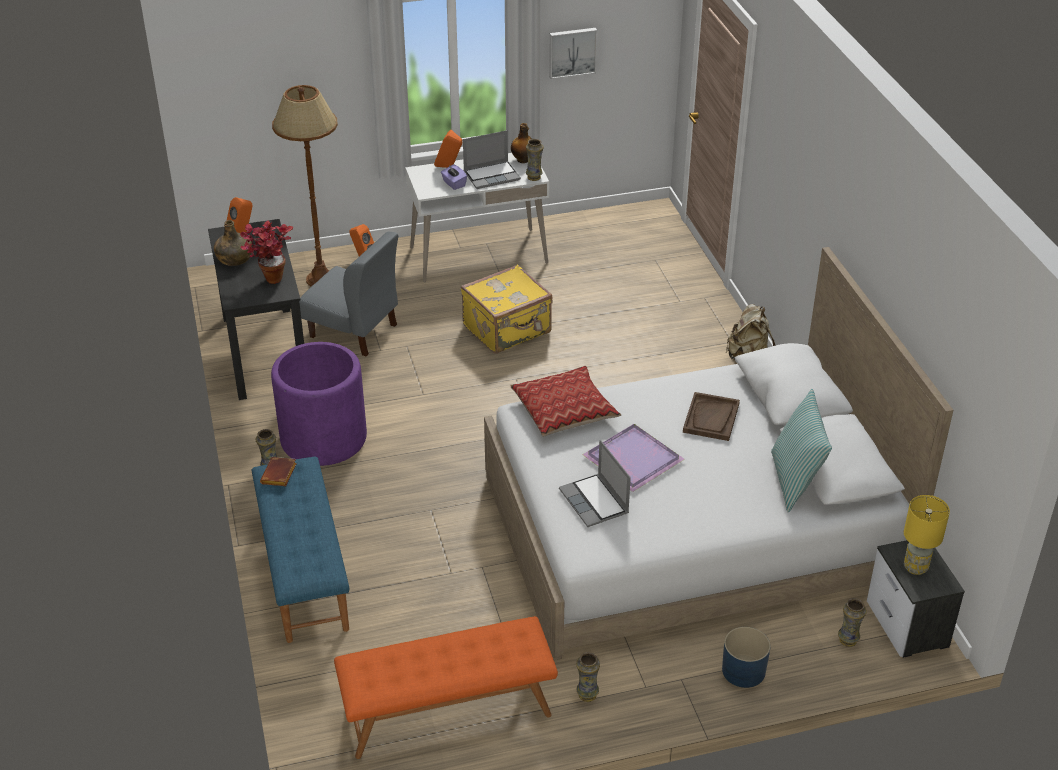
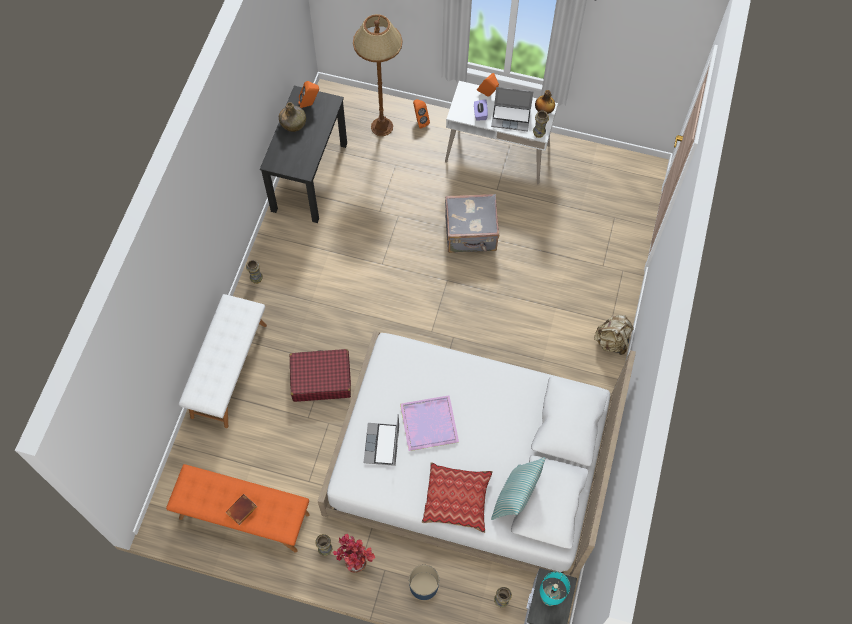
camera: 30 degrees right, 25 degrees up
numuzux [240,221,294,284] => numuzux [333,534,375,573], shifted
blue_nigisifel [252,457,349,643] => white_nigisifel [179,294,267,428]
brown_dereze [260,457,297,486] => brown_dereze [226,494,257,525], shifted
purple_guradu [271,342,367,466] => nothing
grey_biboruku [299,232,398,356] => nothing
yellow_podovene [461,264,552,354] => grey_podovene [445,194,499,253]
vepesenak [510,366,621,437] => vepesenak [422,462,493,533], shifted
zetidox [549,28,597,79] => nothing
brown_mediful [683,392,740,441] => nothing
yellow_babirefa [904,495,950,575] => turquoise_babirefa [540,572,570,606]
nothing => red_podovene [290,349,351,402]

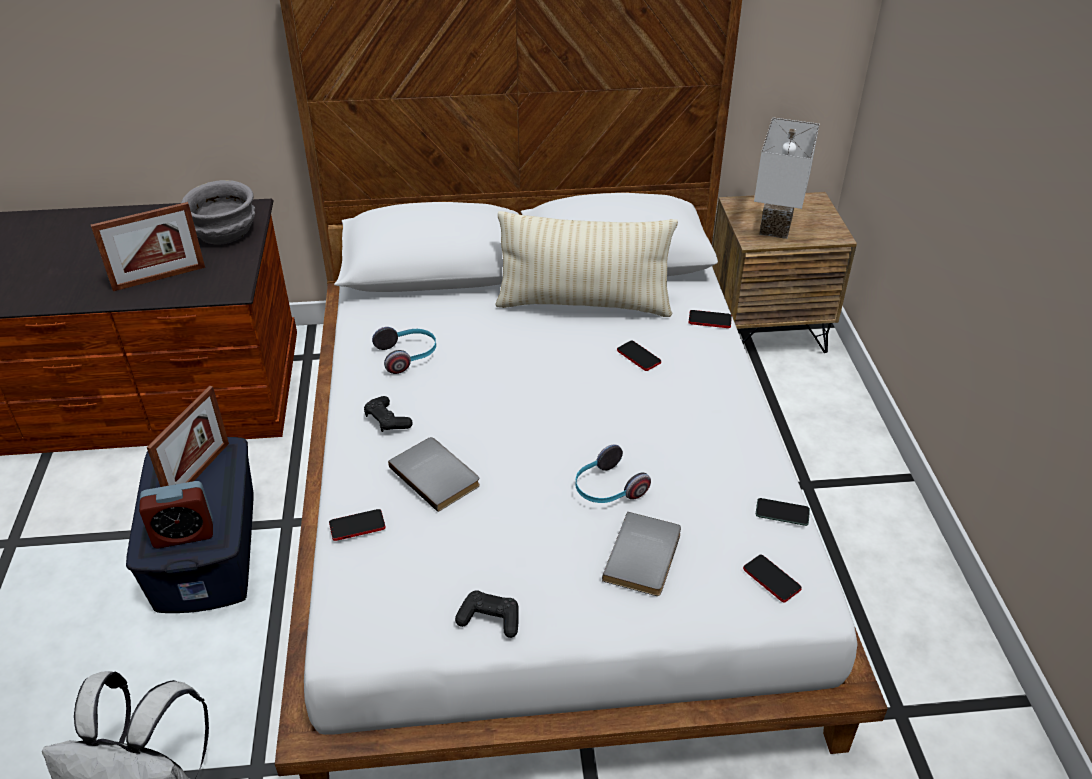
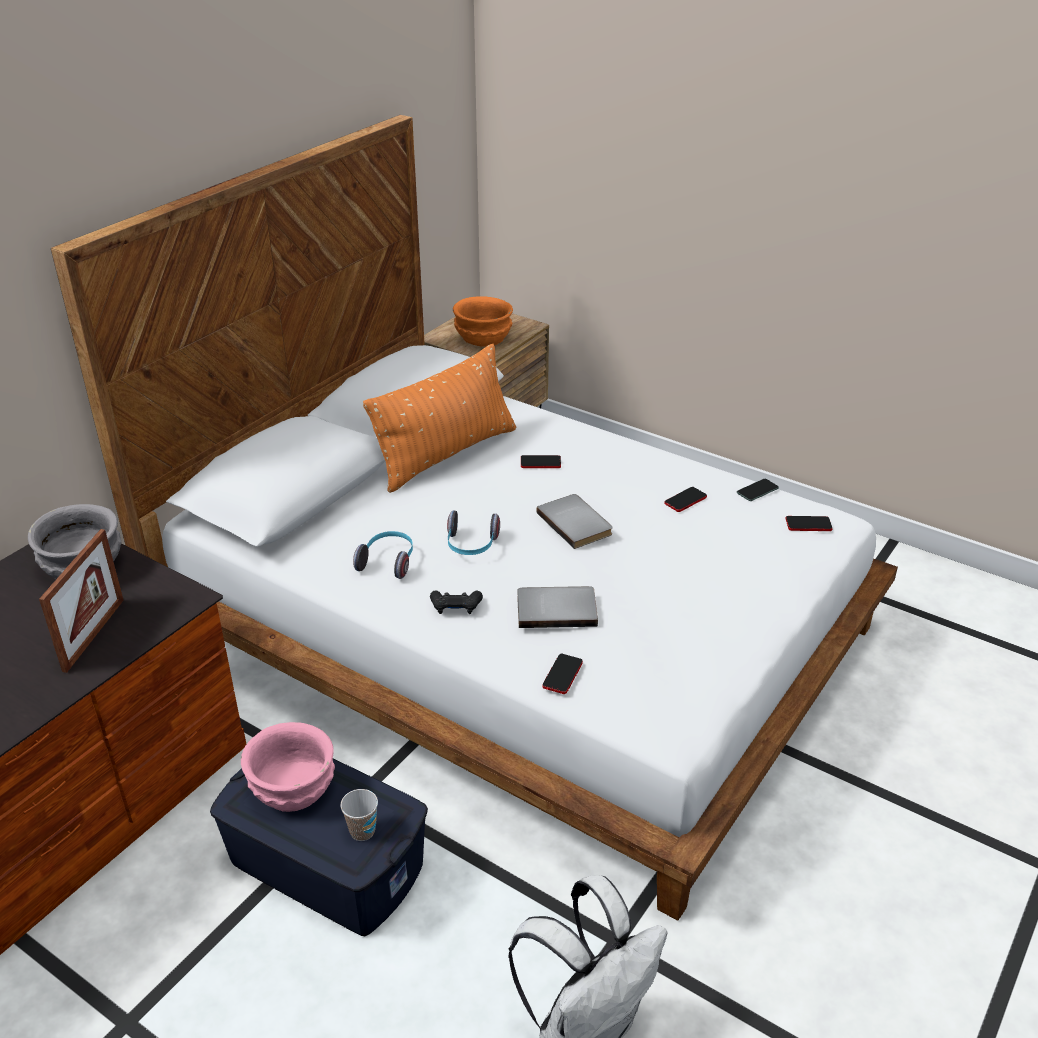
camera: 50 degrees left, 5 degrees down
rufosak [139,481,213,548] => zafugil [340,789,378,841]
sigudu [147,386,229,487] => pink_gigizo [241,722,335,812]
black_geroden [455,590,519,638] => nothing
beige_vepesenak [495,211,678,317] => orange_vepesenak [363,344,517,493]
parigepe [575,444,651,503] => parigepe [447,510,500,555], shifted
grey_dereze [602,512,681,596] => grey_dereze [536,494,613,549], shifted
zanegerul [688,310,732,328] => zanegerul [664,487,707,512], shifted
white_babirefa [754,117,819,239] => orange_gigizo [453,296,513,346]

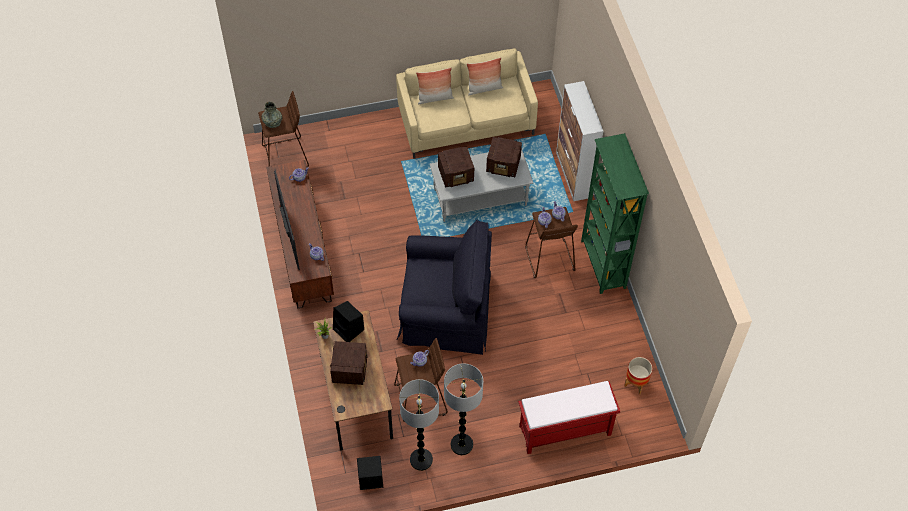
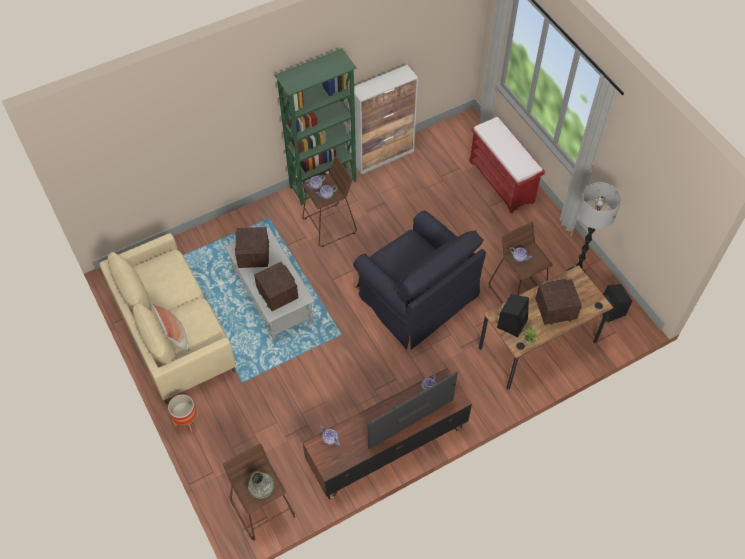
camera: 105 degrees left, 0 degrees up
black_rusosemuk [396,220,492,355] => black_rusosemuk [353,210,486,350], 150 degrees clockwise
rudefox [444,363,483,455] => nothing
vepesenak [467,57,503,95] => nothing
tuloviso [556,81,603,201] => tuloviso [354,65,418,174], shifted
guradu [624,357,653,394] => guradu [168,394,199,432], shifted

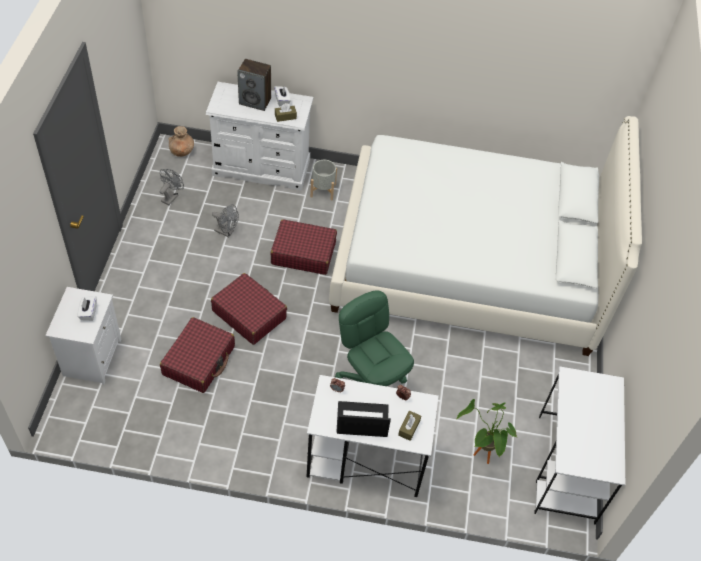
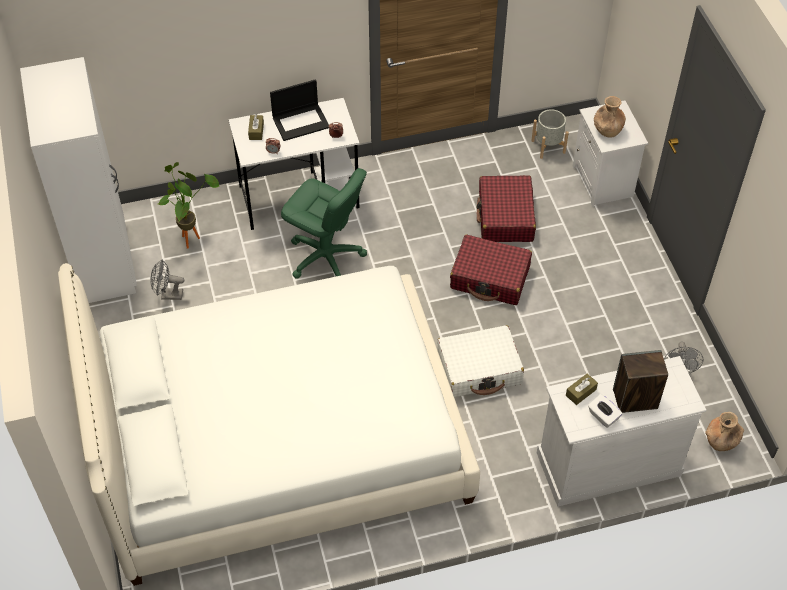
camera: 160 degrees right, 0 degrees up
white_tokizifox [77,296,97,321] => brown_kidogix [594,96,626,138]
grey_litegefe [212,204,239,237] => grey_litegefe [150,259,184,300], shifted
red_podovene [271,219,337,275] => white_podovene [437,325,524,397]
grey_guradu [310,160,337,201] => grey_guradu [531,109,569,159], shifted
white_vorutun [534,366,625,525] => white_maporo [20,57,137,303]

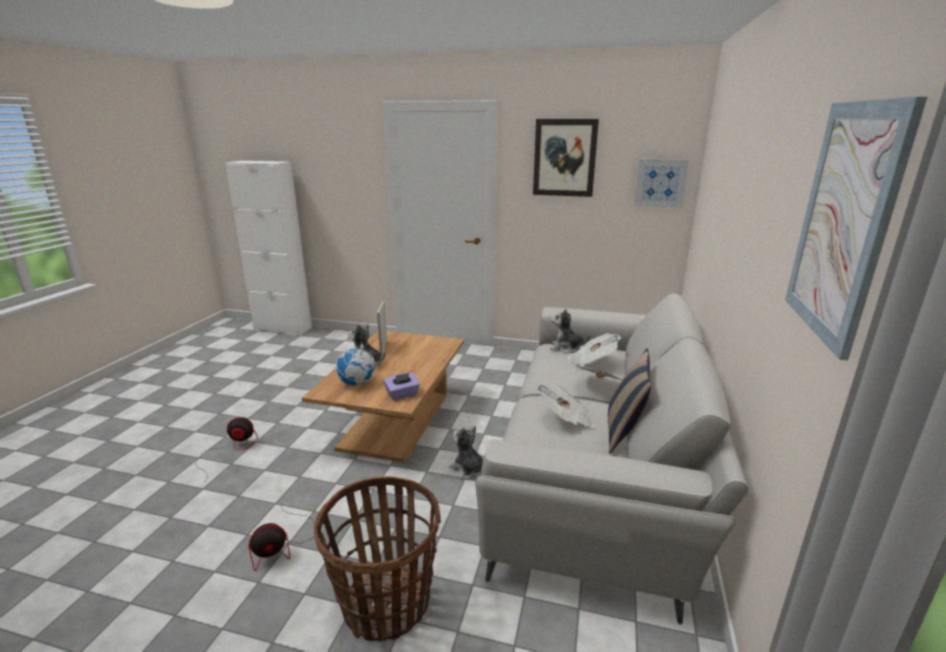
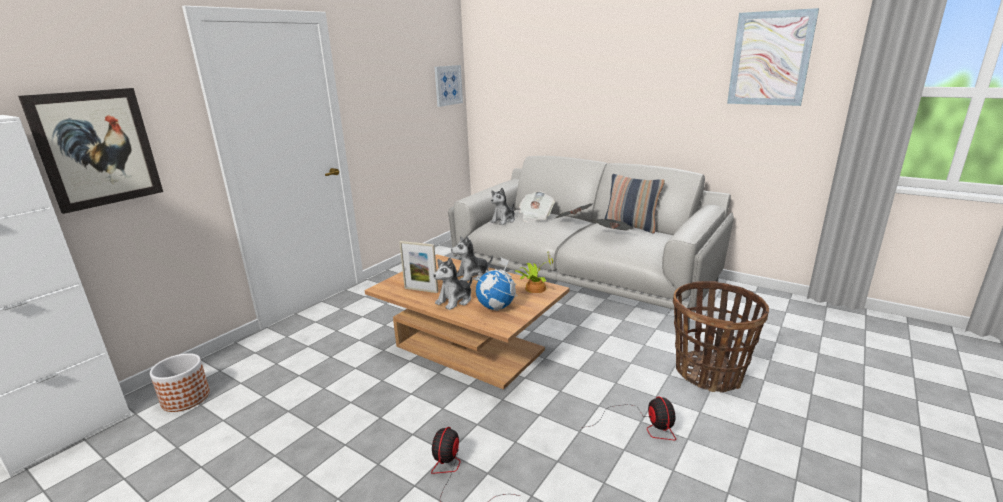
camera: 70 degrees left, 0 degrees up
purple_tokizifox [384,373,420,400] => numuzux [515,252,553,293]
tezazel [449,426,483,480] => tezazel [451,236,493,281], shifted
zetidox [533,119,599,197] => zetidox [18,88,163,214], shifted
nothing => guradu [150,353,210,412]

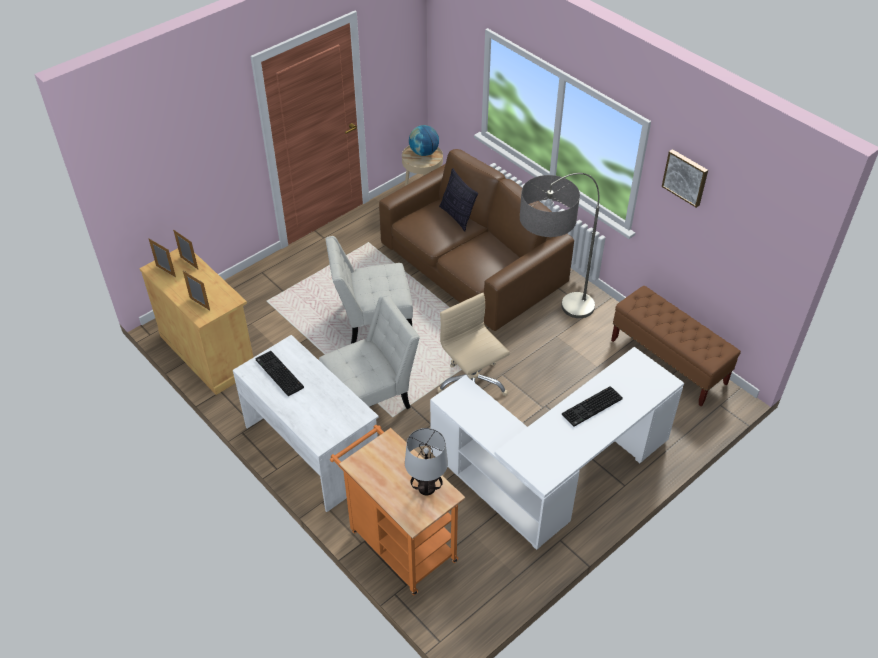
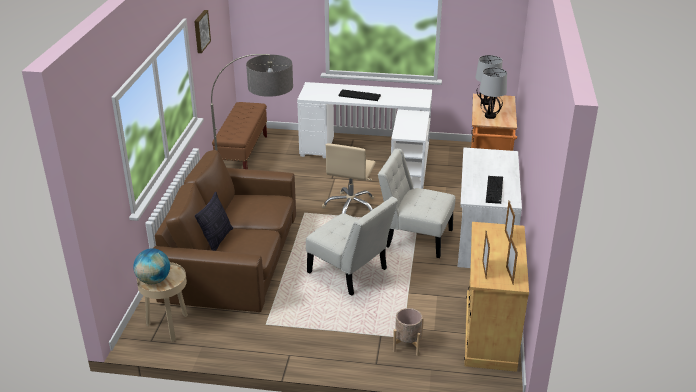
camera: 130 degrees left, 15 degrees down
nothing => beige_guradu [393,308,424,356]
nothing => babirefa [479,67,507,119]

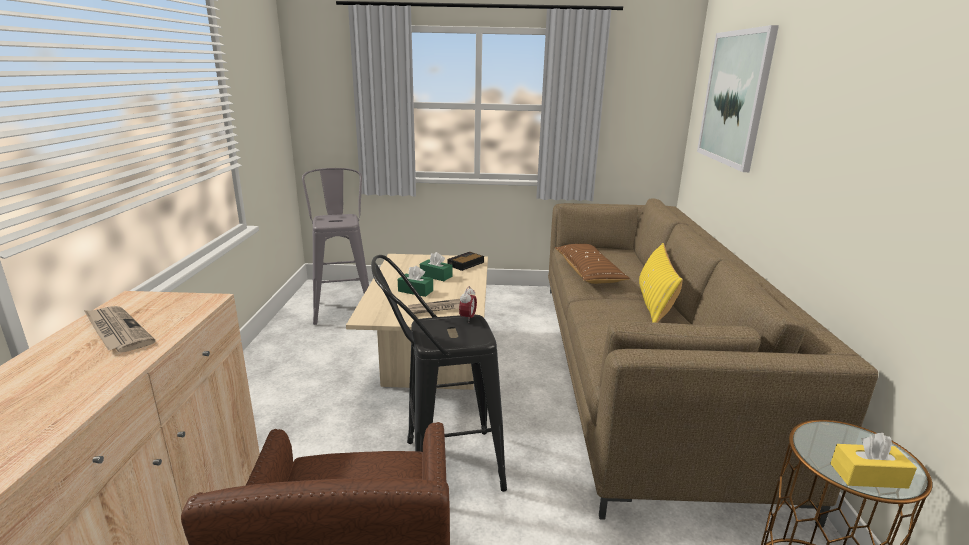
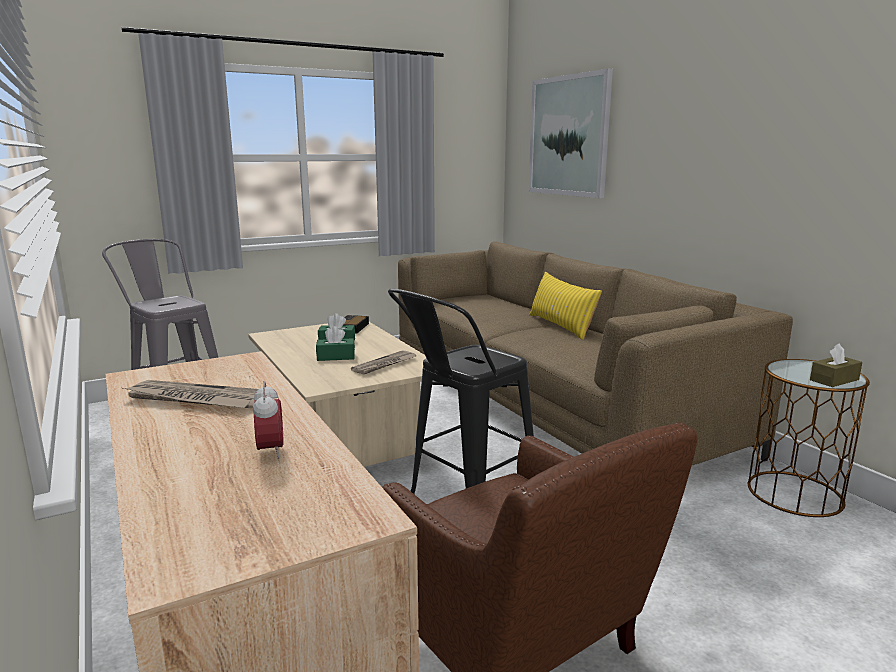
camera: 30 degrees left, 5 degrees down
rufosak [459,286,477,323] => rufosak [253,381,283,459], shifted
brown_vepesenak [555,244,630,284] => nothing
yellow_tokizifox [830,433,917,489] => brown_tokizifox [810,343,862,387]

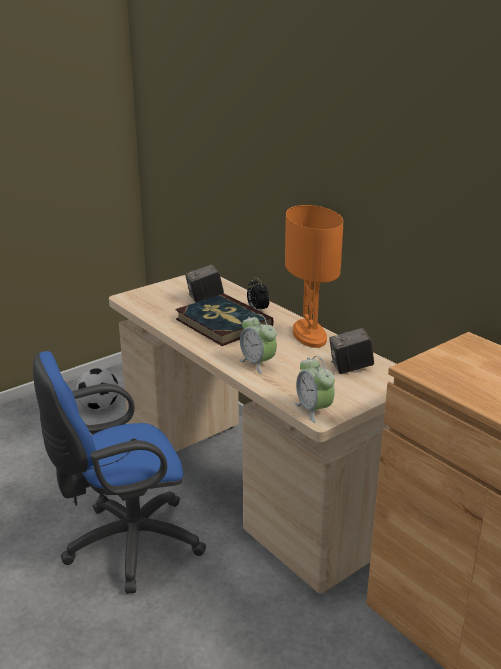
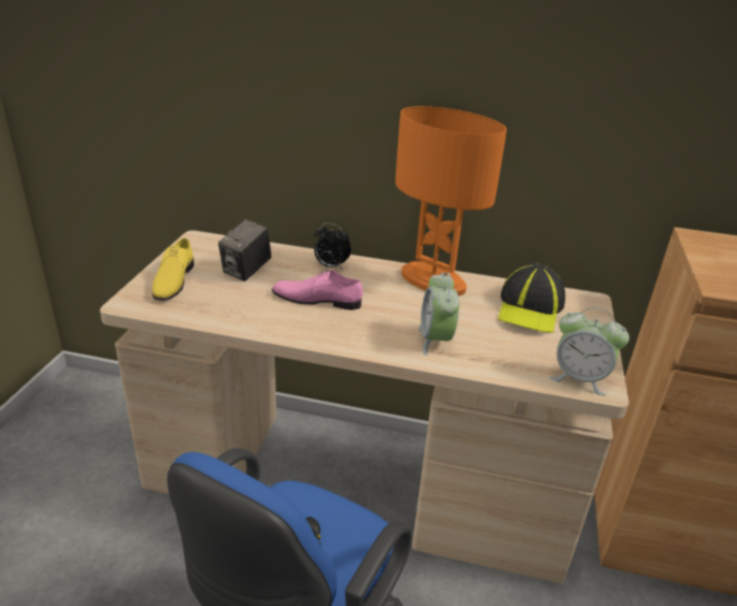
camera: 40 degrees left, 5 degrees up
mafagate [76,368,119,410] => nothing
dereze [175,294,274,346] => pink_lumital [272,270,363,310]
rufosak [239,314,277,374] => rufosak [419,272,460,355], 75 degrees clockwise
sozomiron [329,328,374,374] => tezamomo [498,263,565,333]
nothing => yellow_lumital [152,238,194,300]

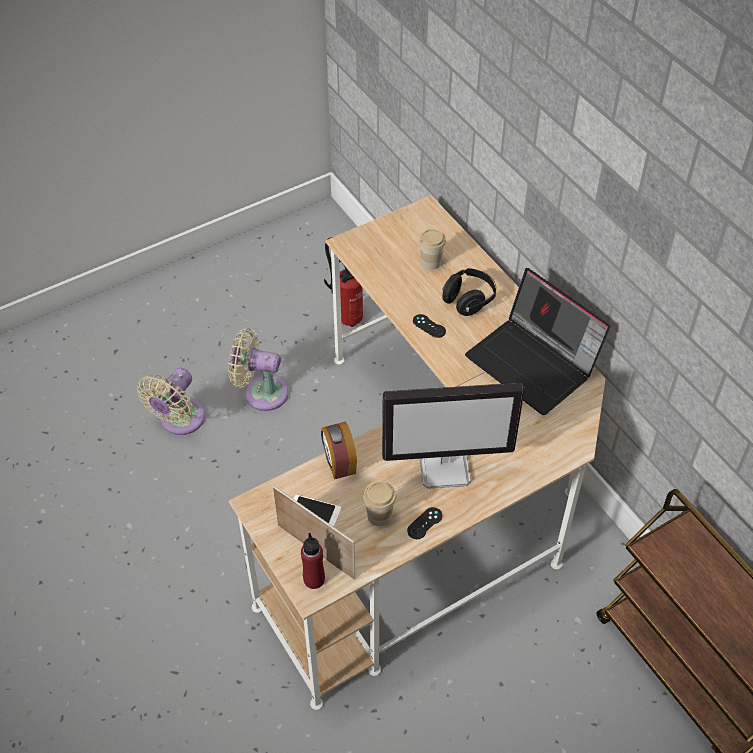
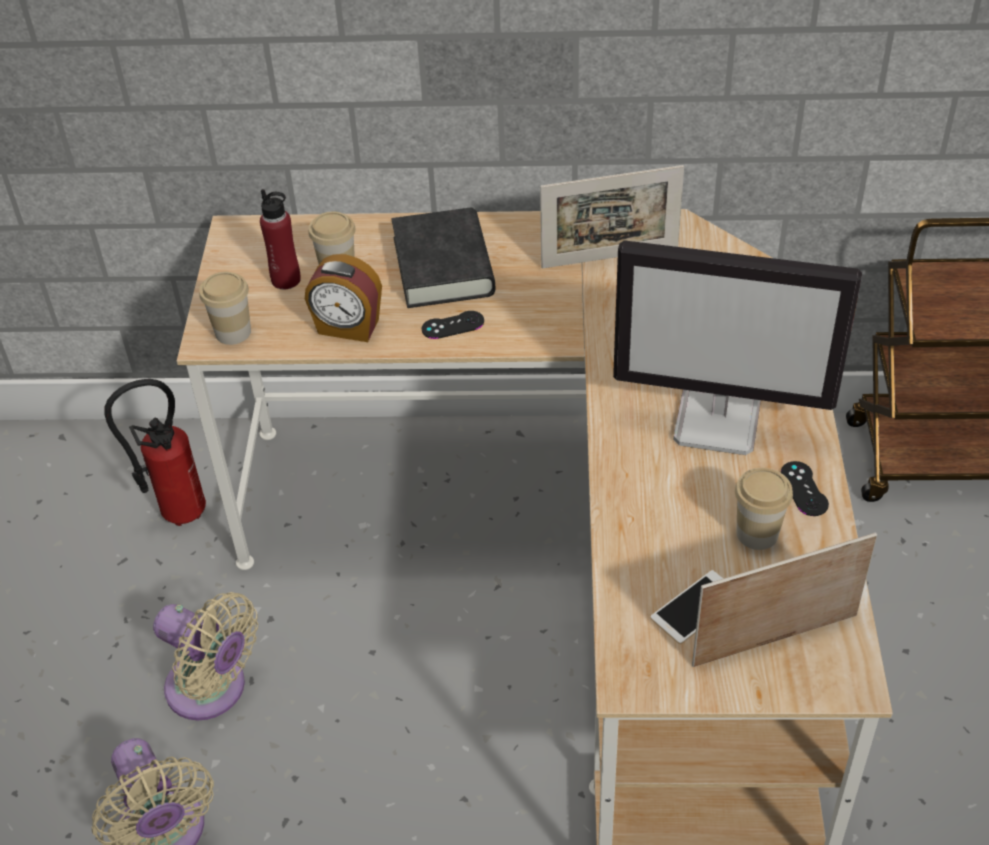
camera: 55 degrees left, 5 degrees down
beige_litegefe [228,328,288,411] => beige_litegefe [153,592,258,721], 105 degrees counterclockwise
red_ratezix [301,533,325,589] => red_ratezix [260,189,301,289], shifted
rufosak [321,422,357,480] => rufosak [305,254,382,342], shifted
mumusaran [382,383,525,489] => mumusaran [613,240,862,455], 75 degrees clockwise
black_parigepe [442,268,496,316] => black_dereze [392,208,495,308]
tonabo [465,268,610,415] => sigudu [540,165,684,269]
nothing => zafugil [199,272,251,345]

